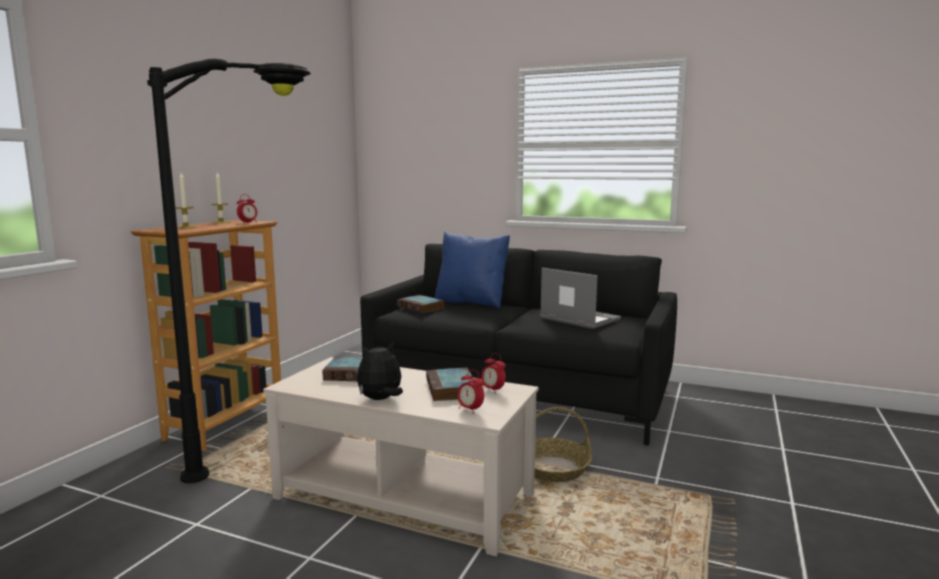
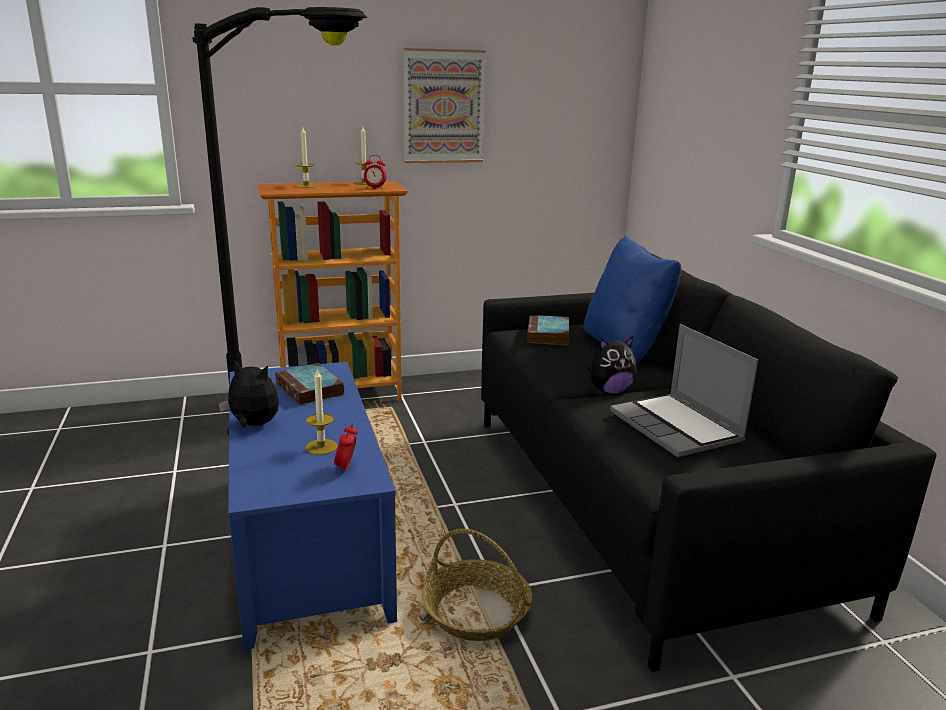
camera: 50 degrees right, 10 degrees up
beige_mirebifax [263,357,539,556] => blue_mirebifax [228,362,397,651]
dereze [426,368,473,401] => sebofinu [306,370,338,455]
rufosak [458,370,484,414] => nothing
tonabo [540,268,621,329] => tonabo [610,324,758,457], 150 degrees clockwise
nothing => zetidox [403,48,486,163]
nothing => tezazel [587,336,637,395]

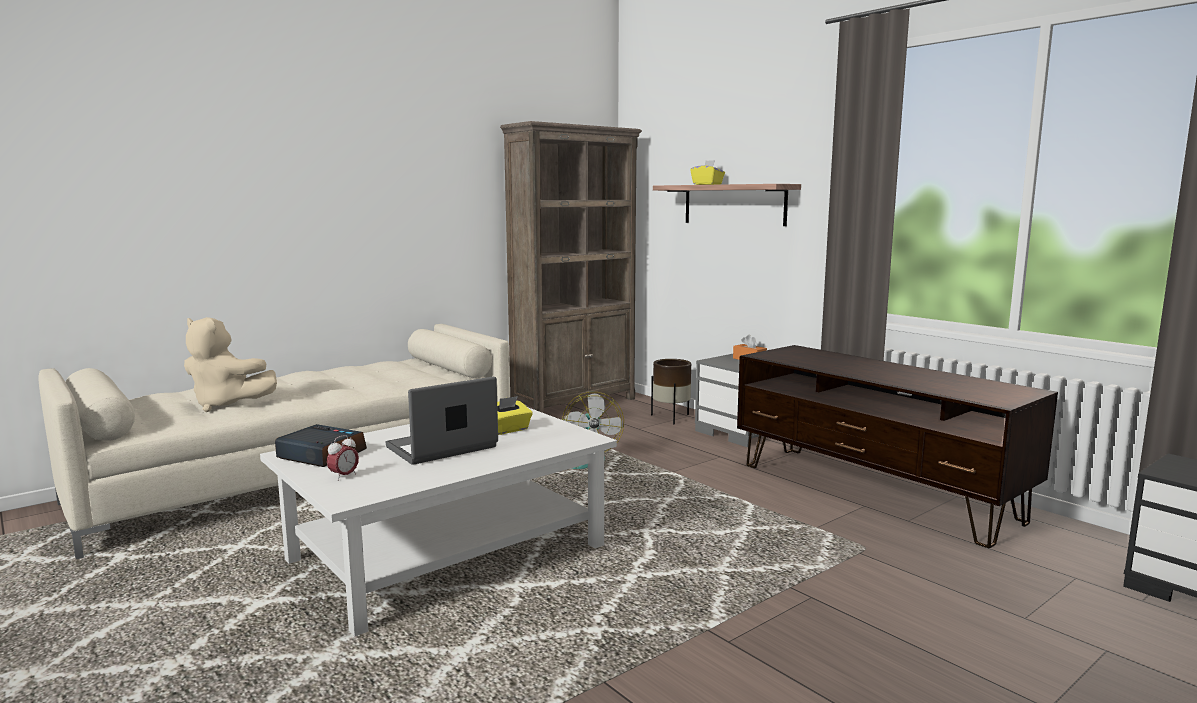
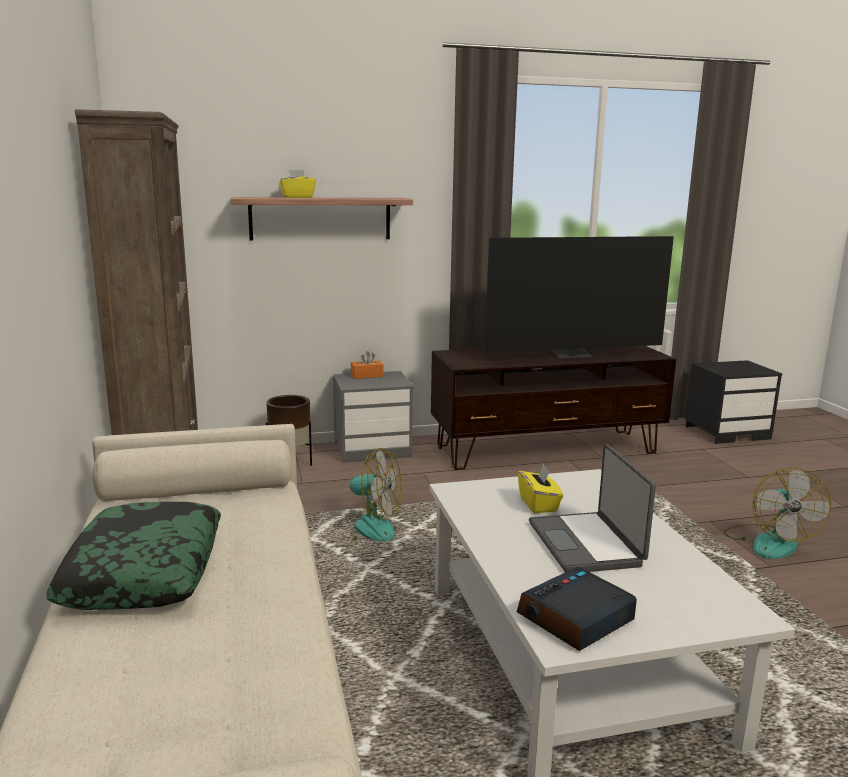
camera: 65 degrees left, 5 degrees up
beige_tezazel [184,317,277,412] => nothing
rufosak [327,435,359,481] => nothing
nothing => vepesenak [46,502,221,610]
nothing => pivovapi [485,236,674,359]
nothing => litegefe [723,468,831,559]

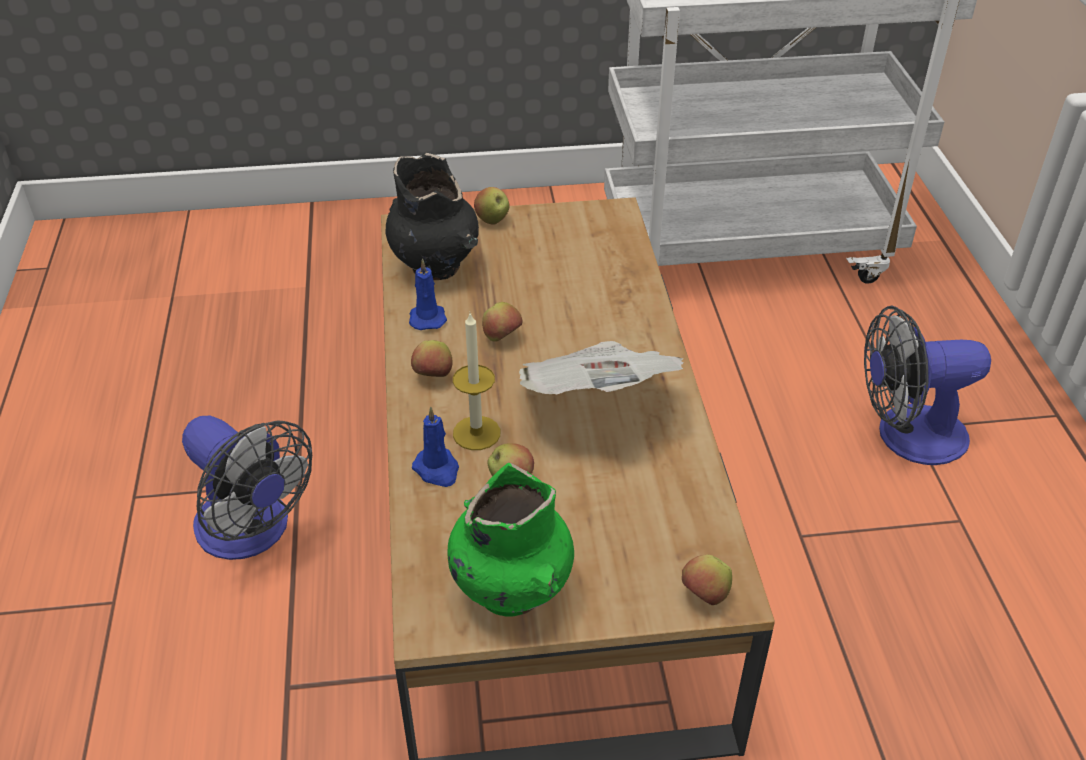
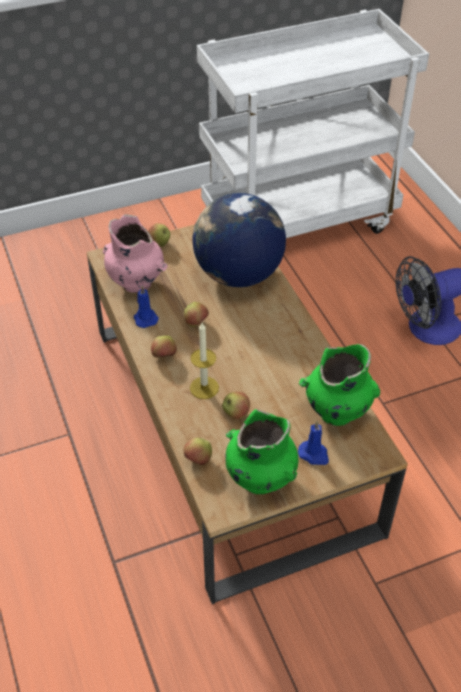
camera: 15 degrees left, 5 degrees up
litegefe [182,416,312,560] => nothing
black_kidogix [386,153,479,280] => pink_kidogix [103,214,168,293]
blue_sebofinu [412,407,459,487] => blue_sebofinu [298,421,329,465], shifted
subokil [519,341,683,394] => nothing
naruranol [682,555,732,605] => naruranol [183,438,212,465], shifted
nothing => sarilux [192,193,286,287]
nothing => green_kidogix [299,344,380,426]

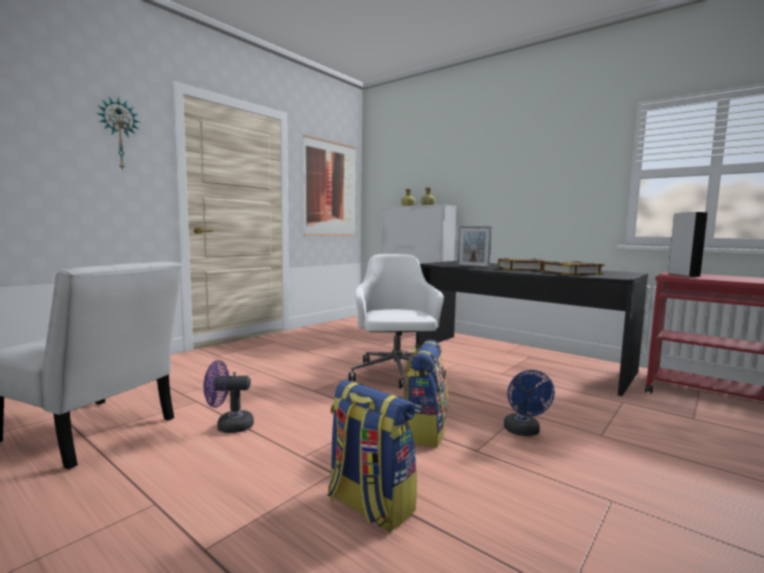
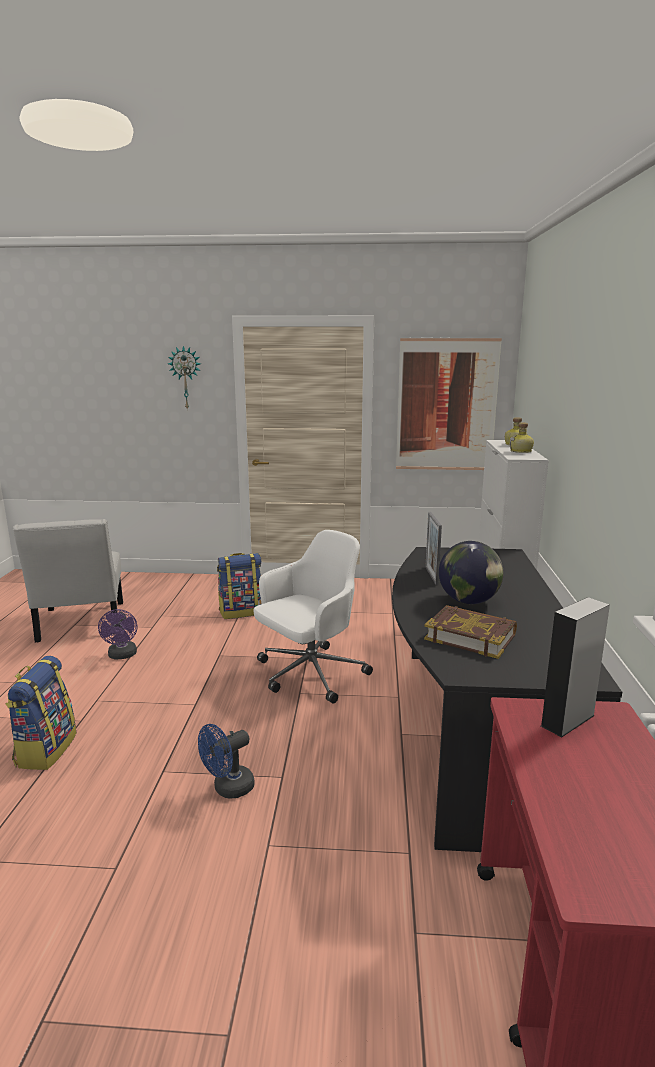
camera: 55 degrees right, 10 degrees up
purple_litegefe [203,360,254,433] => purple_litegefe [98,609,137,659], 150 degrees counterclockwise
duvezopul [403,340,448,447] => duvezopul [217,553,261,619], shifted
dereze [498,258,549,271] => sarilux [439,541,504,604]

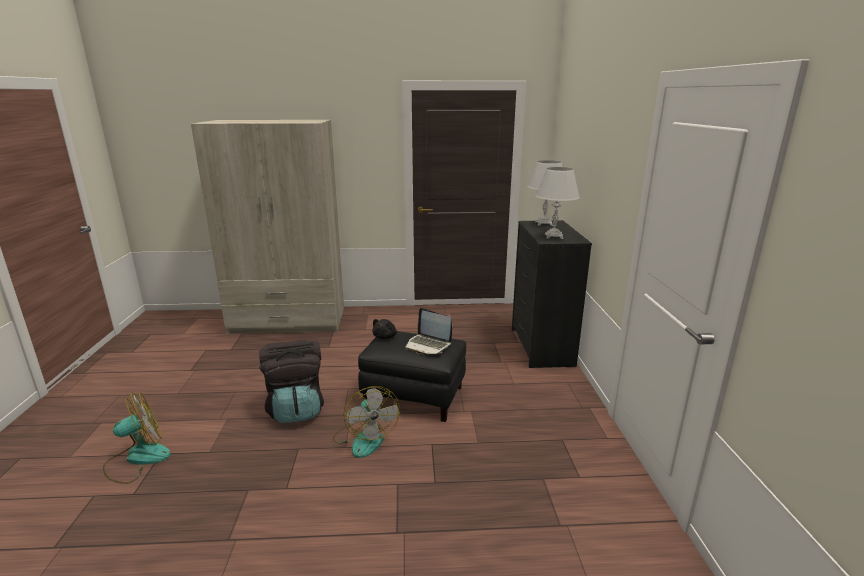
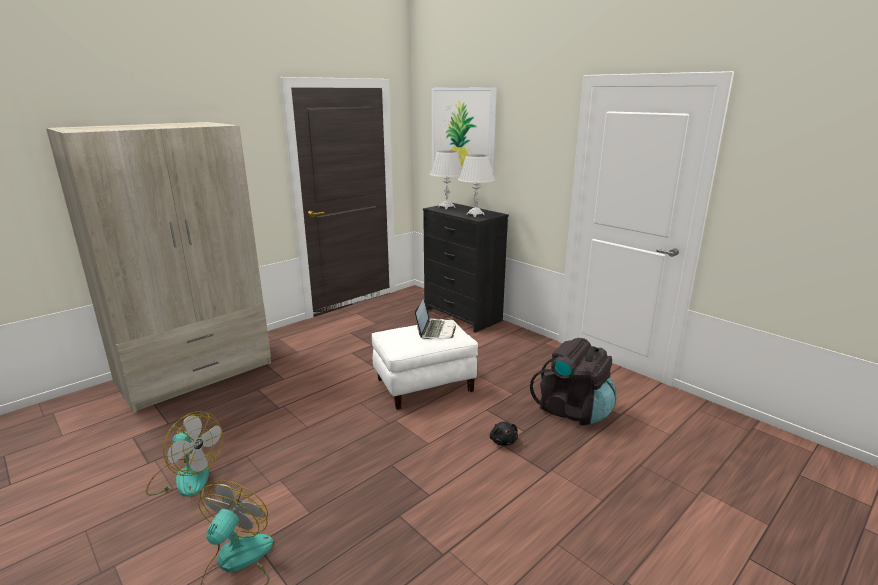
camera: 40 degrees left, 0 degrees up
black_duvezopul [259,340,324,423] => black_duvezopul [530,338,616,425], shifted
litegefe [332,386,400,458] => litegefe [146,411,223,497], shifted
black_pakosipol [358,331,466,422] => white_pakosipol [372,321,478,410]
black_tezazel [372,319,397,339] => black_tezazel [490,422,518,446], shifted
tonabo [405,308,452,355] => tonabo [415,299,456,339], 75 degrees counterclockwise
nothing => zetidox [431,87,497,171]

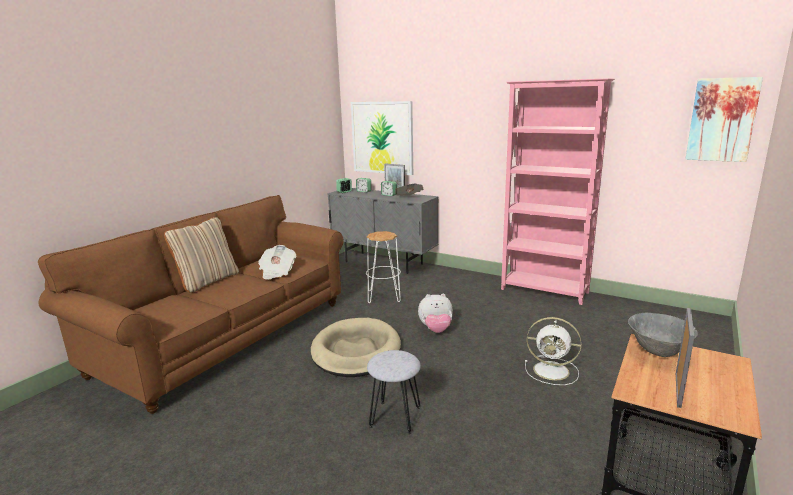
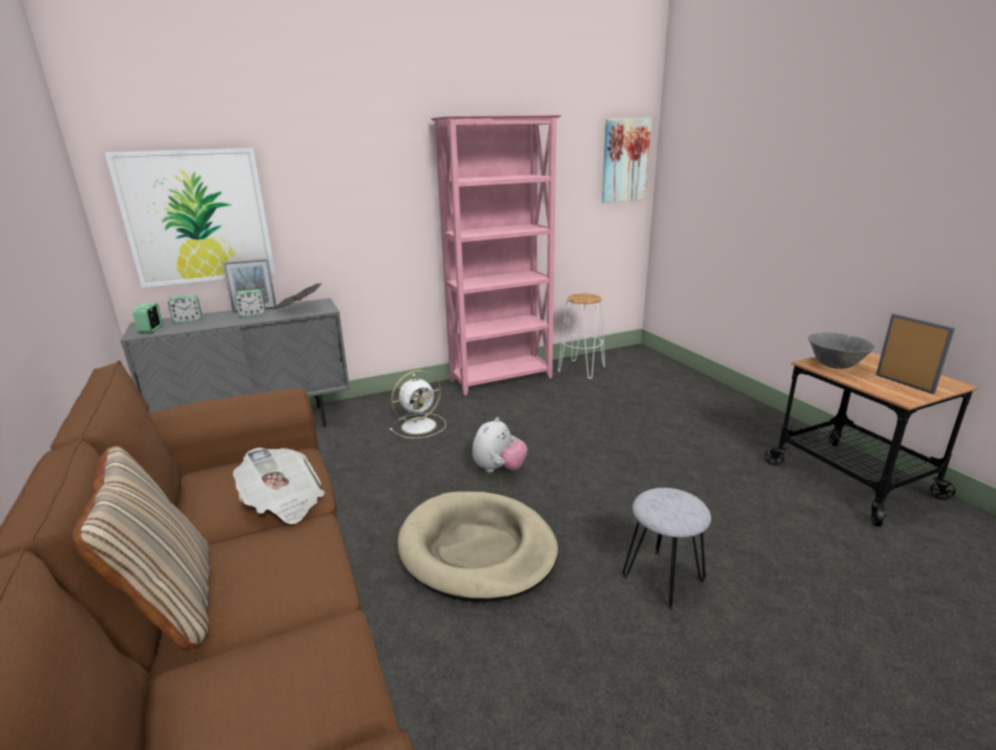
camera: 55 degrees left, 5 degrees up
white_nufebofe [366,231,401,303] => white_nufebofe [558,293,605,379], shifted
white_litegefe [525,317,582,385] => white_litegefe [390,370,446,439], shifted

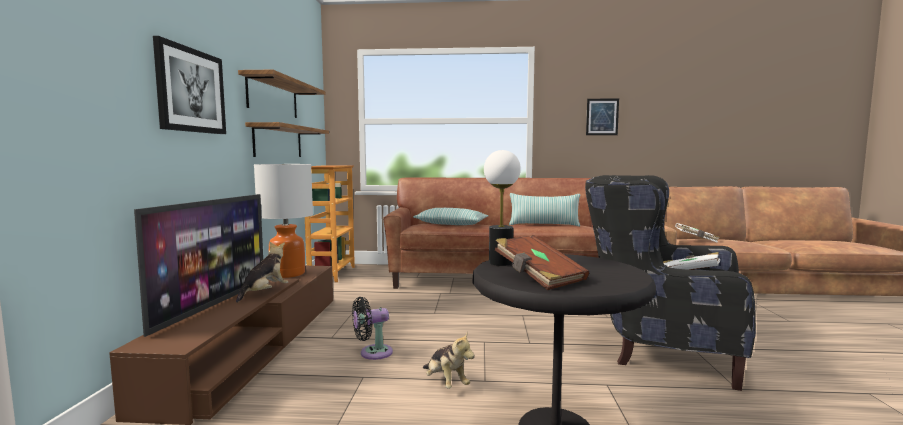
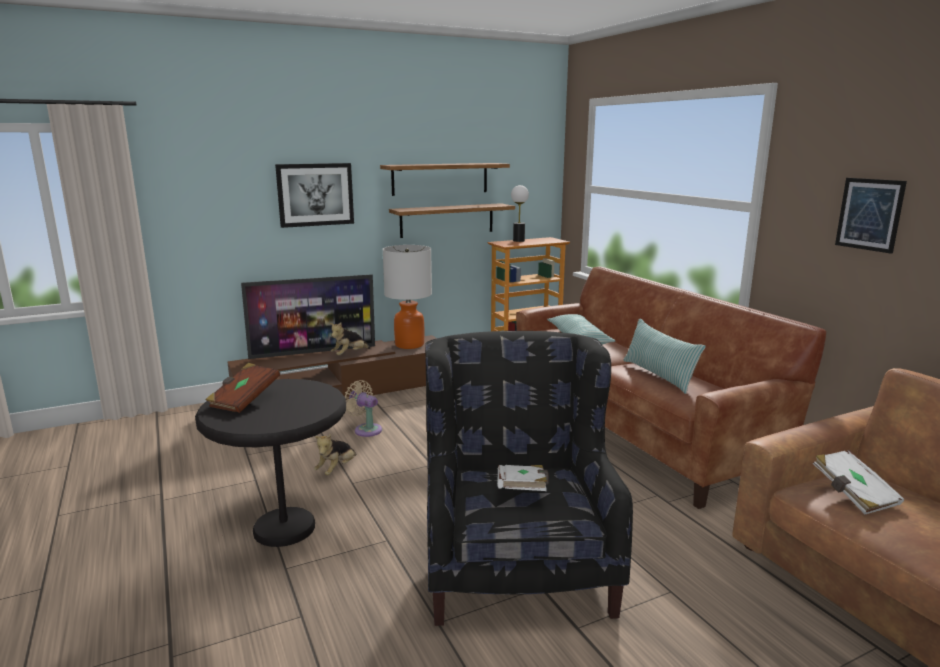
camera: 60 degrees right, 10 degrees up
tezazel [236,242,288,303] => tezazel [330,322,370,355], 135 degrees clockwise
black_litegefe [352,297,393,360] => beige_litegefe [345,380,382,437]
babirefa [484,150,521,266] => babirefa [511,185,529,242], shifted

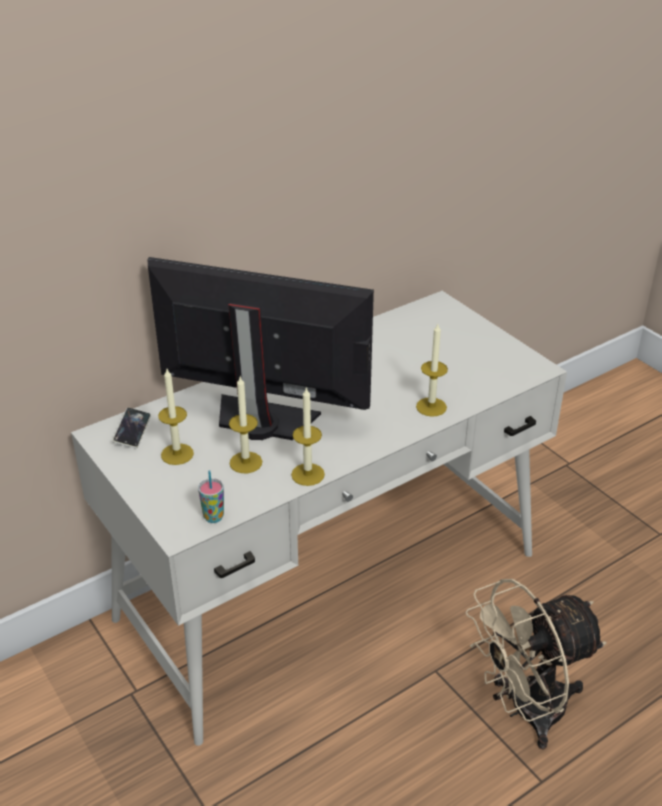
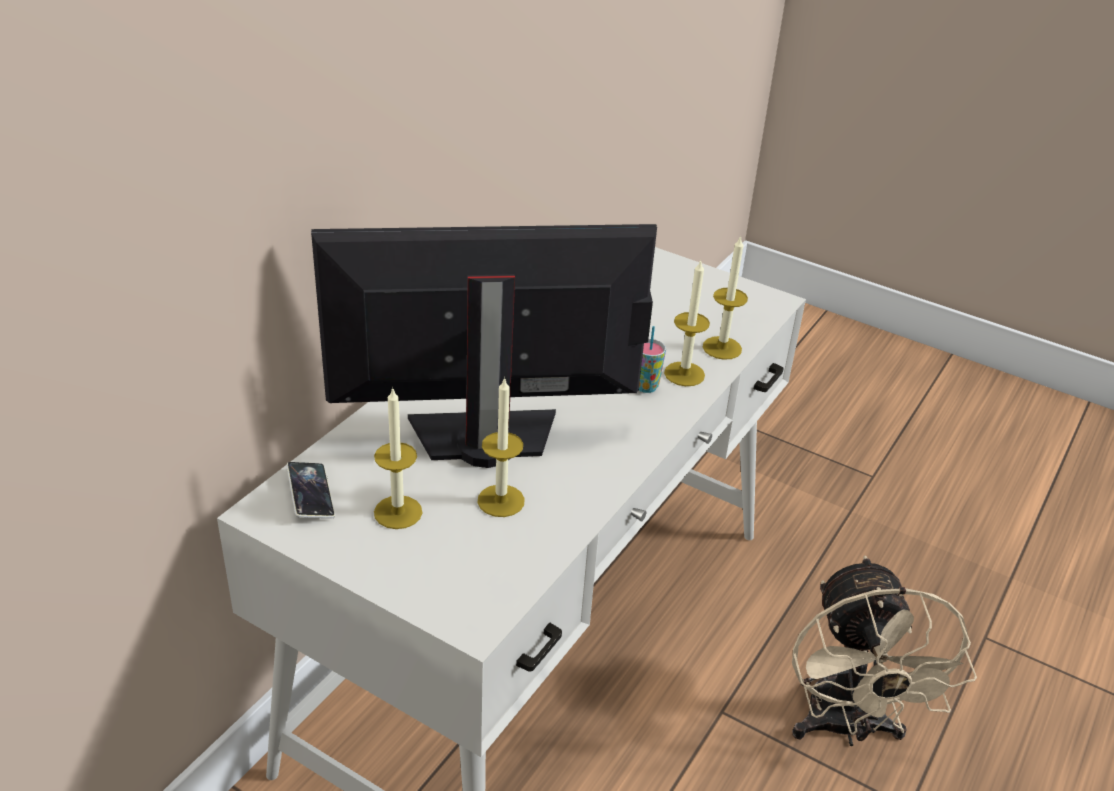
camera: 25 degrees left, 0 degrees up
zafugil [198,470,224,523] => zafugil [639,326,666,393], shifted
sebofinu [291,387,325,486] => sebofinu [703,235,748,360], shifted
beige_litegefe [466,579,607,750] => beige_litegefe [792,555,977,746], 45 degrees counterclockwise

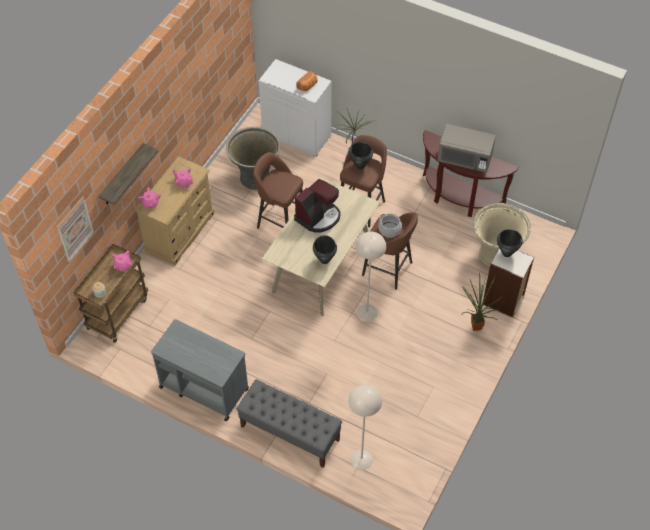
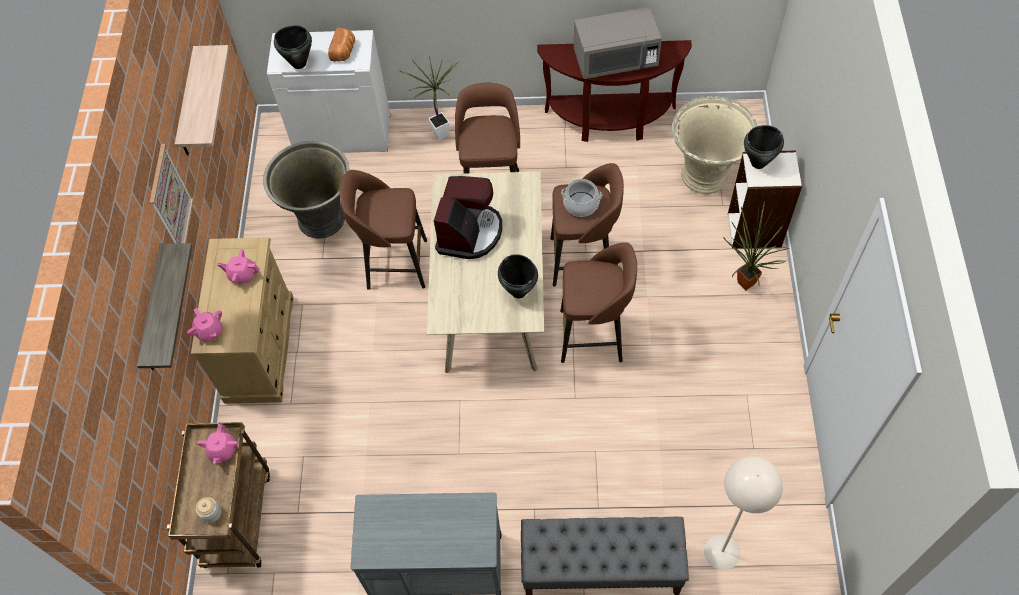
camera: 25 degrees left, 5 degrees up
zetidox [57,196,94,262] => zetidox [149,144,194,243], shifted
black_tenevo [349,142,373,169] => black_tenevo [274,25,312,69], shifted
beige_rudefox [355,232,386,322] => brown_nufebofe [560,243,637,363]
nothing => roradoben [175,45,229,156]

